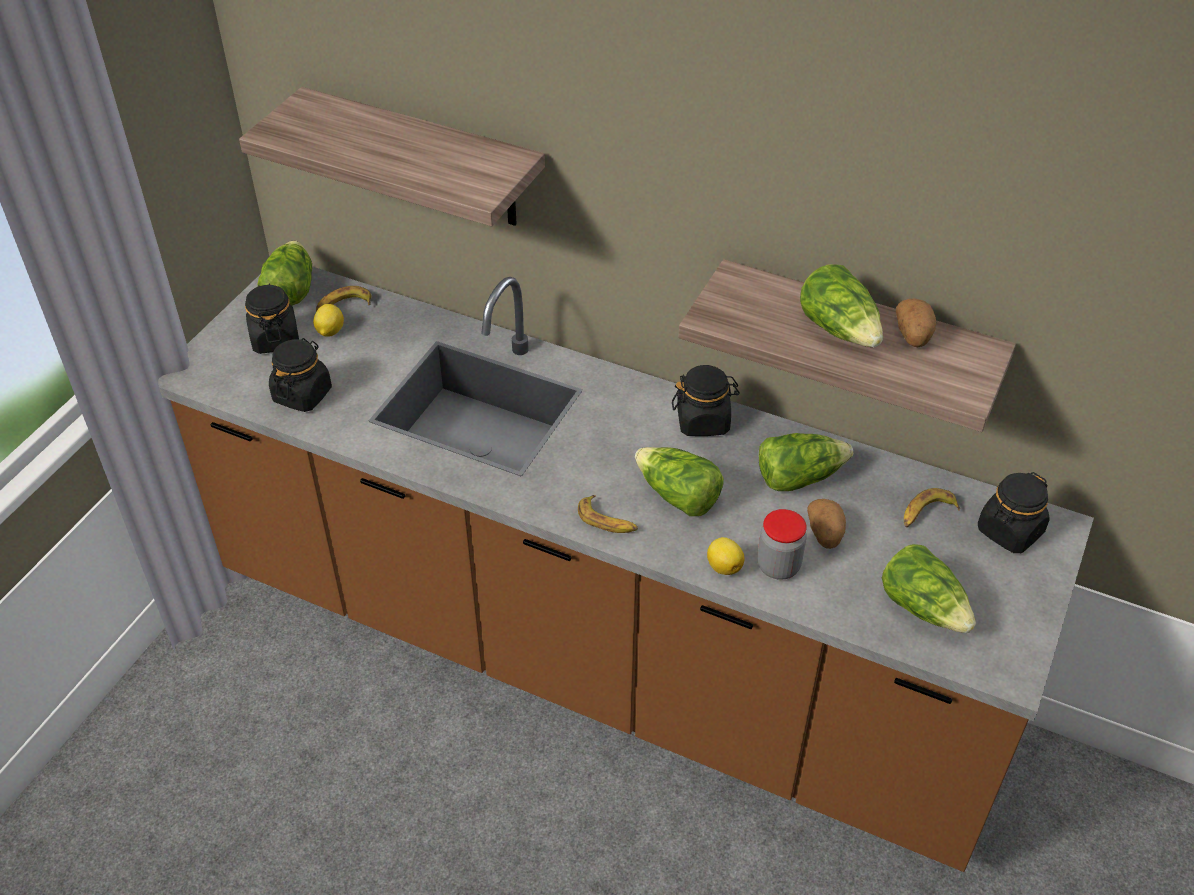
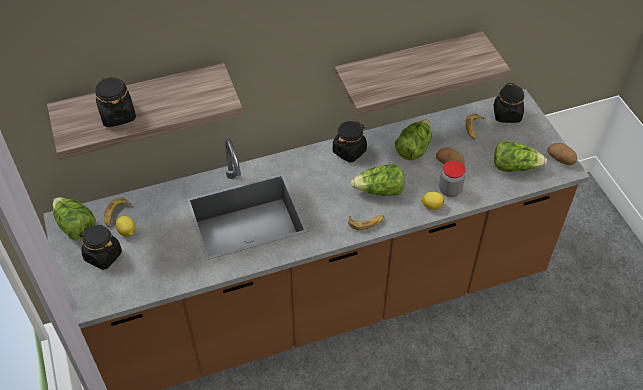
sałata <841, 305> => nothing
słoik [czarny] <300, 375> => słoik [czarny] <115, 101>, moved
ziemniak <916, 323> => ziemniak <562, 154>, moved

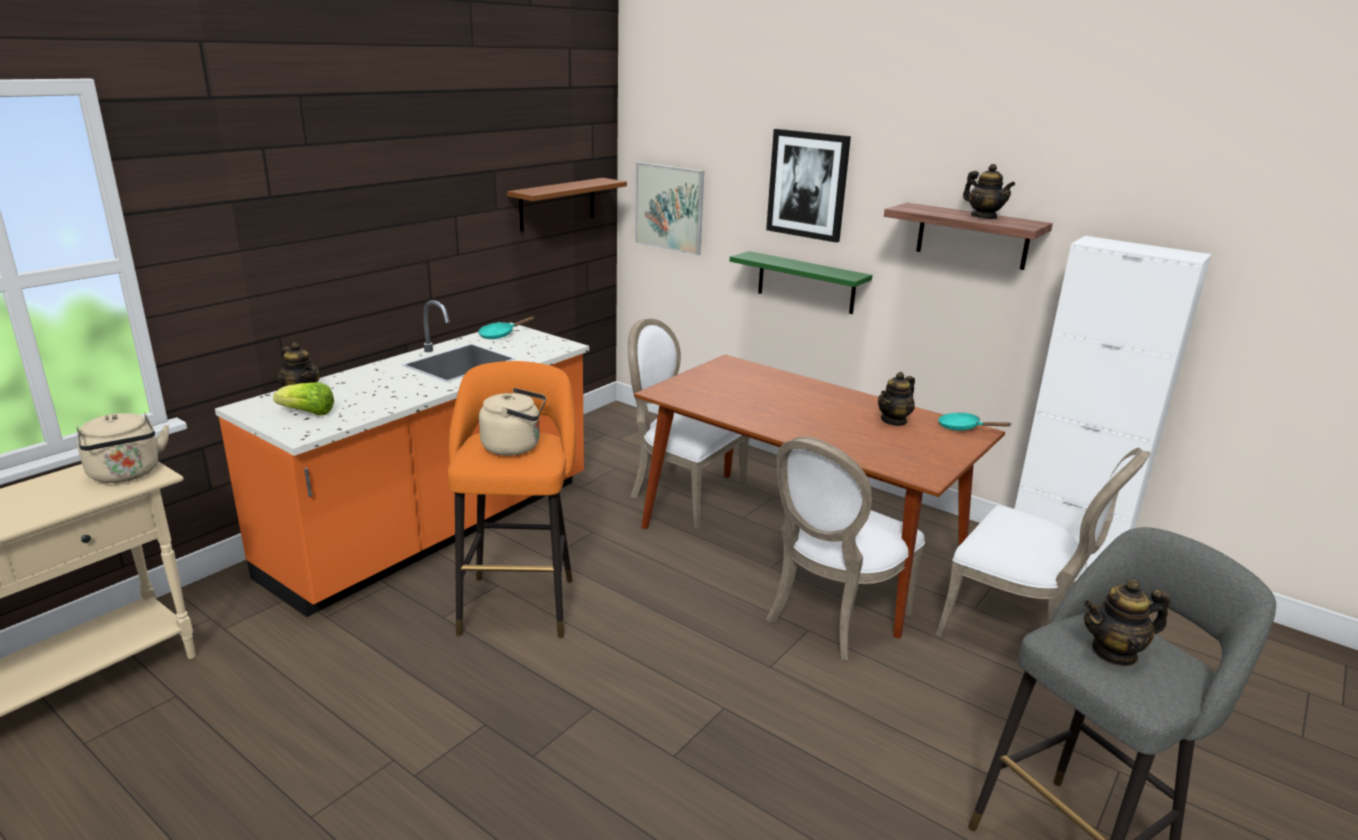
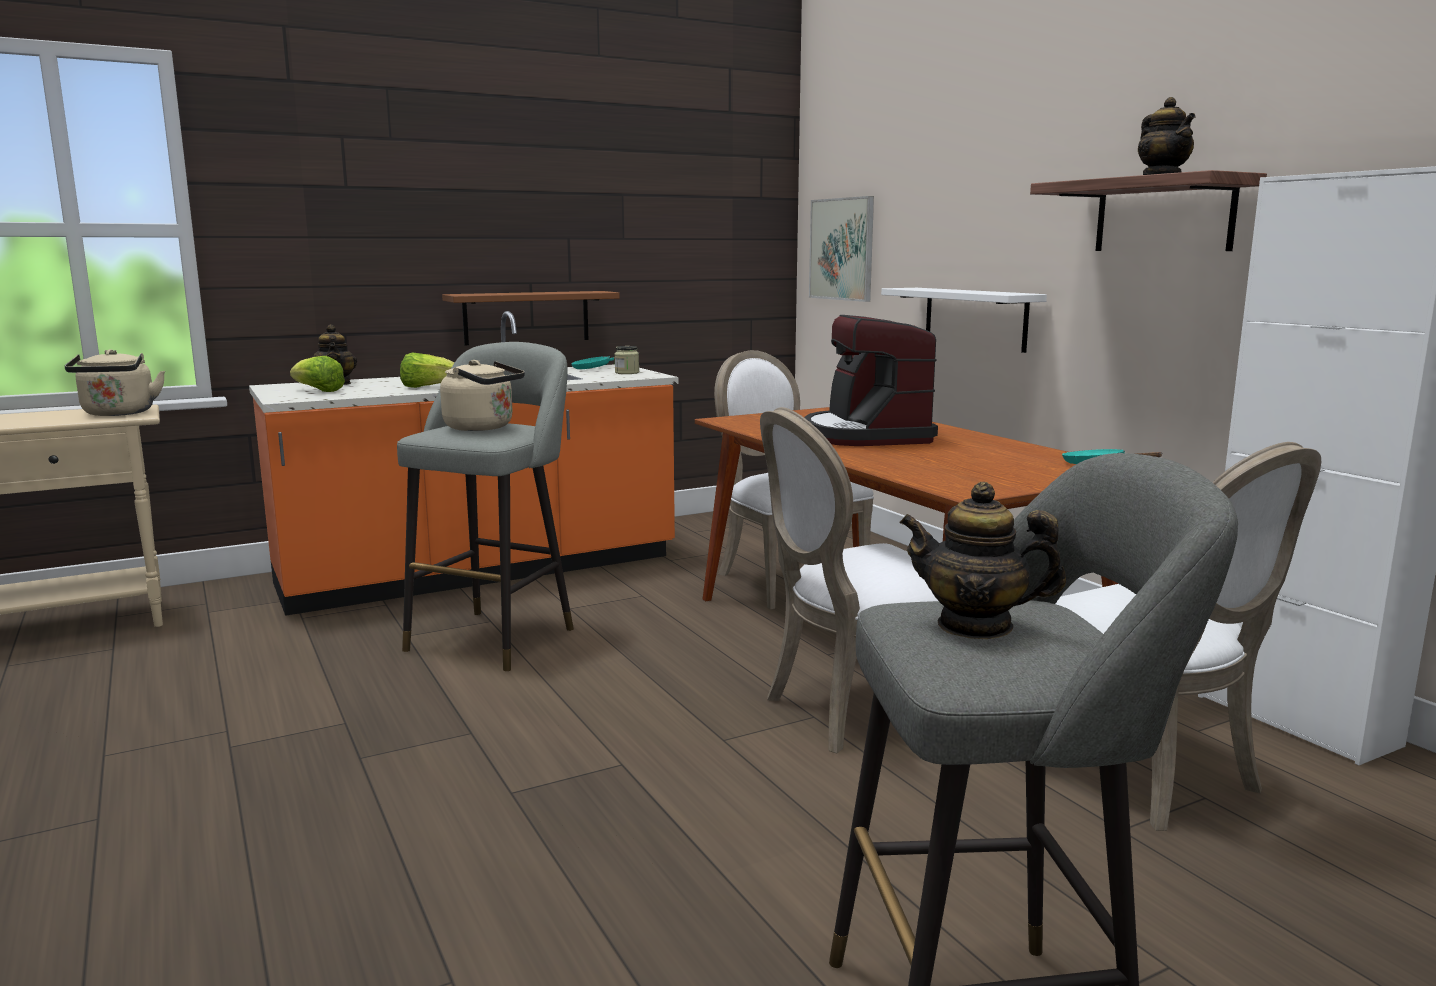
obraz <808, 186> => nothing
imbryk <896, 399> => nothing
nothing => sałata <427, 370>
nothing => słoik <626, 360>
nothing => ekspres do kawy <871, 380>
półka [brązowy] <567, 205> => półka [brązowy] <530, 318>, moved
stołek [pomarańczowy] <512, 499> => stołek [szary] <485, 506>
półka [zielony] <801, 282> => półka [biały] <964, 320>

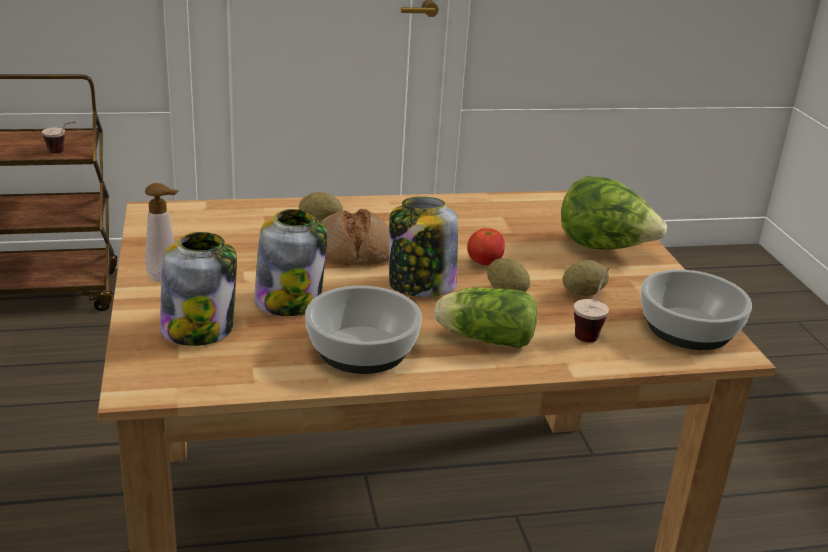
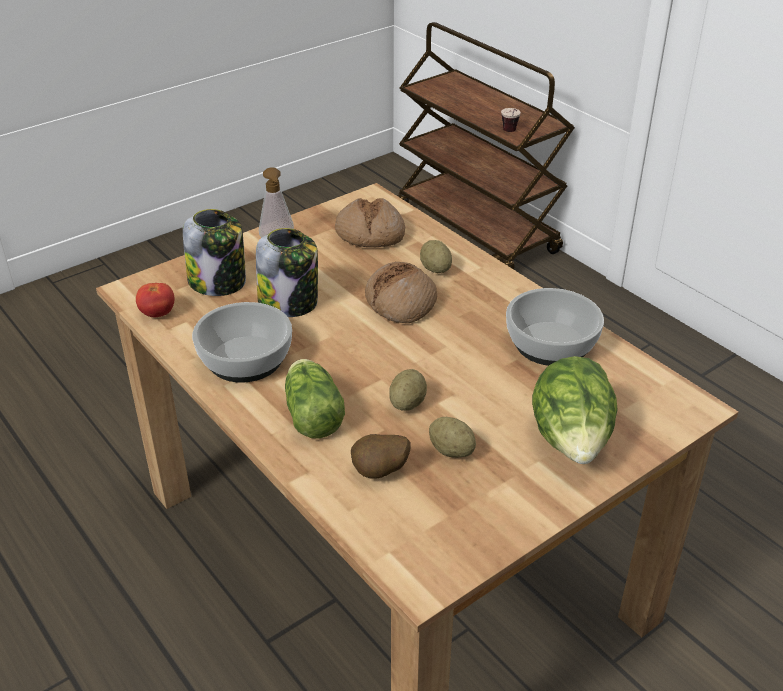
słoik <423, 247> => nothing
nothing => chleb <370, 222>
pomidor <486, 246> => pomidor <155, 300>, moved
miska <696, 310> => miska <555, 327>, moved
filiżanka <591, 305> => ziemniak <381, 456>

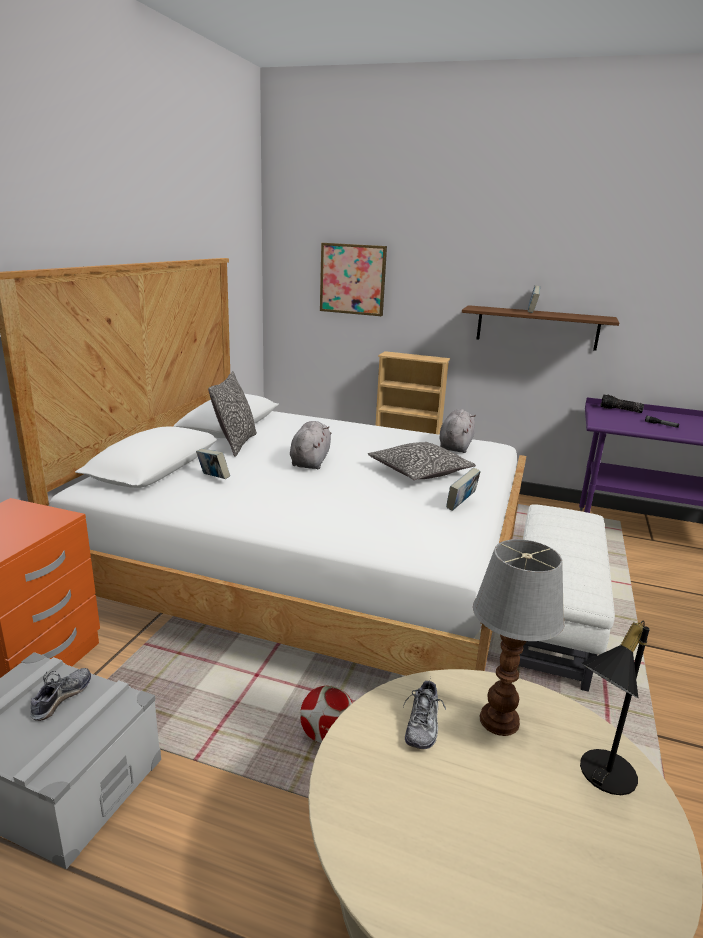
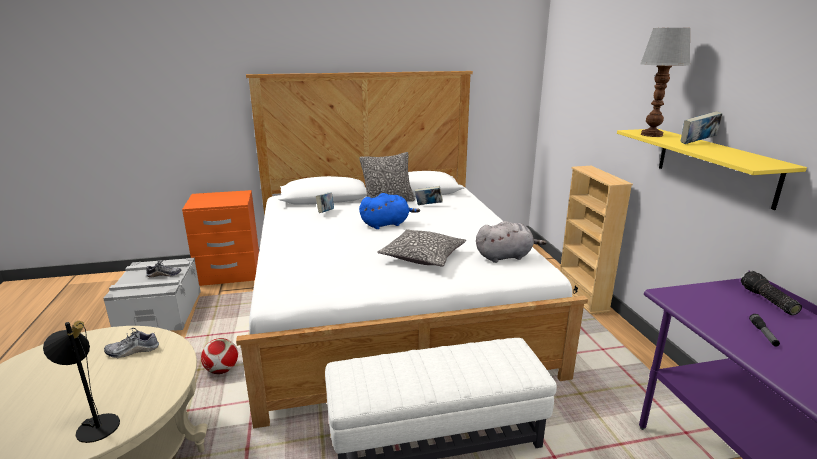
obraz <353, 279> => nothing
książka <463, 489> => książka <429, 195>, moved
lampa stołowa <519, 637> => lampa stołowa <665, 82>, moved
pluszak [szary] <310, 445> => pluszak [niebieski] <389, 211>
półka [brązowy] <540, 328> => półka [żółty] <712, 169>

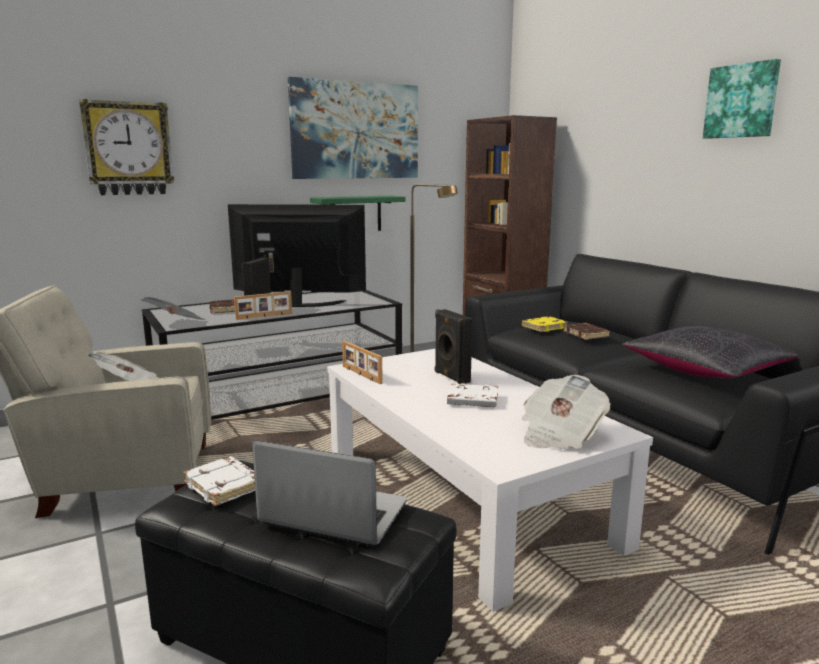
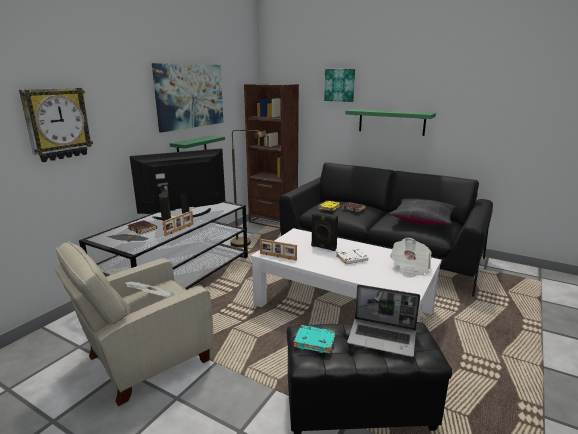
nothing => półka [zielony] <390, 122>
obraz <742, 99> => obraz <339, 85>, moved
książka [biały] <219, 481> => książka [turkusowy] <314, 339>
laptop <329, 493> => laptop <383, 320>, 150 degrees counterclockwise

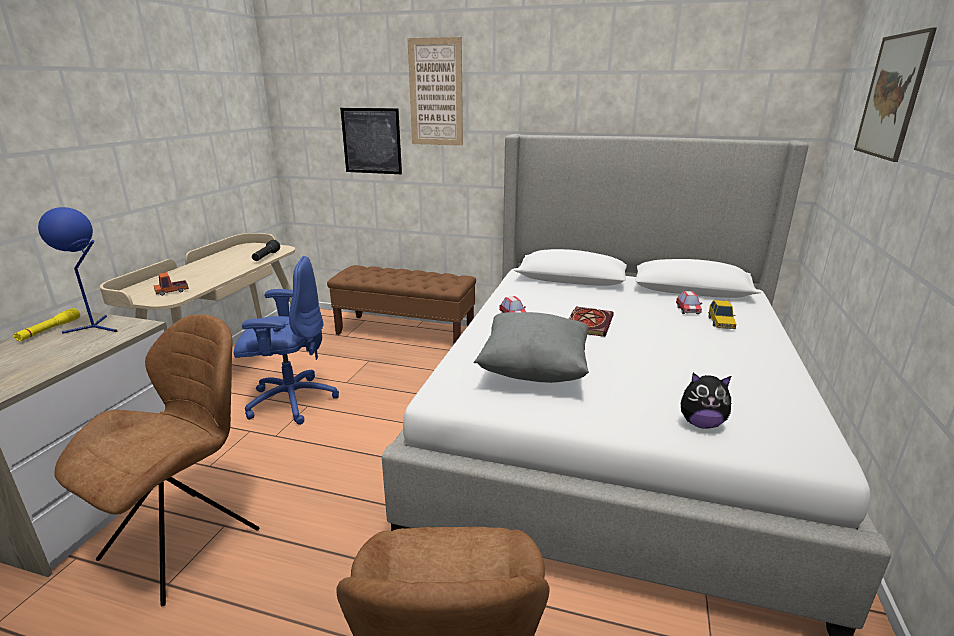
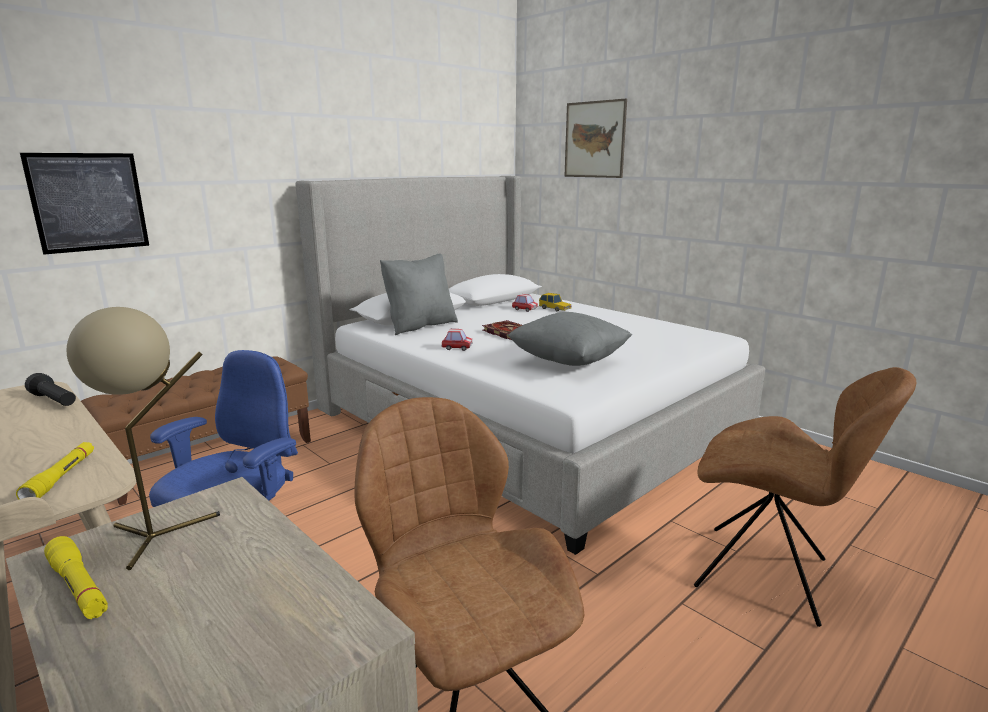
obraz <435, 91> => nothing
pluszak <706, 401> => nothing
nothing => poduszka [szary] <419, 294>
ciężarówka zabawkowa <171, 284> => latarka [żółty] <55, 470>
lampa stołowa [niebieski] <77, 270> => lampa stołowa [beżowy] <143, 438>

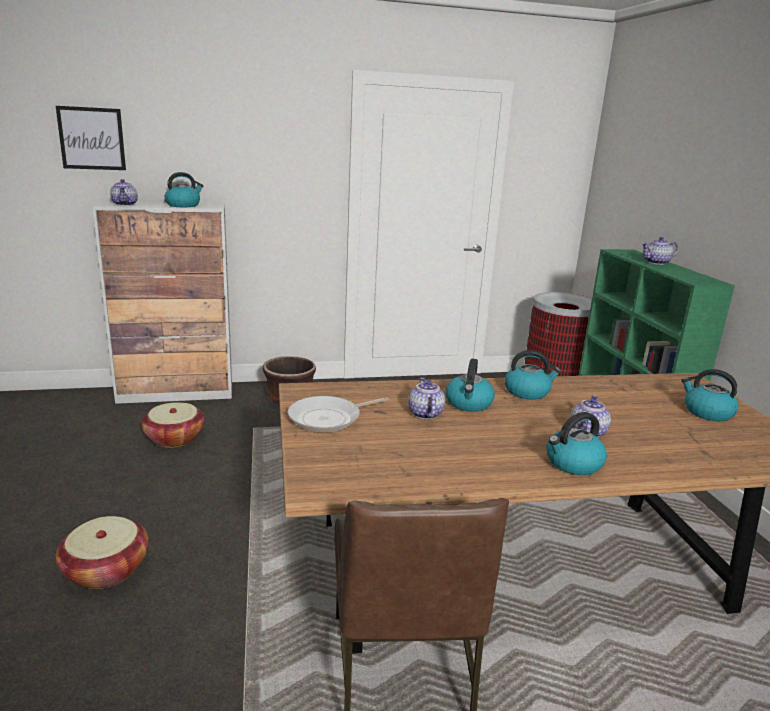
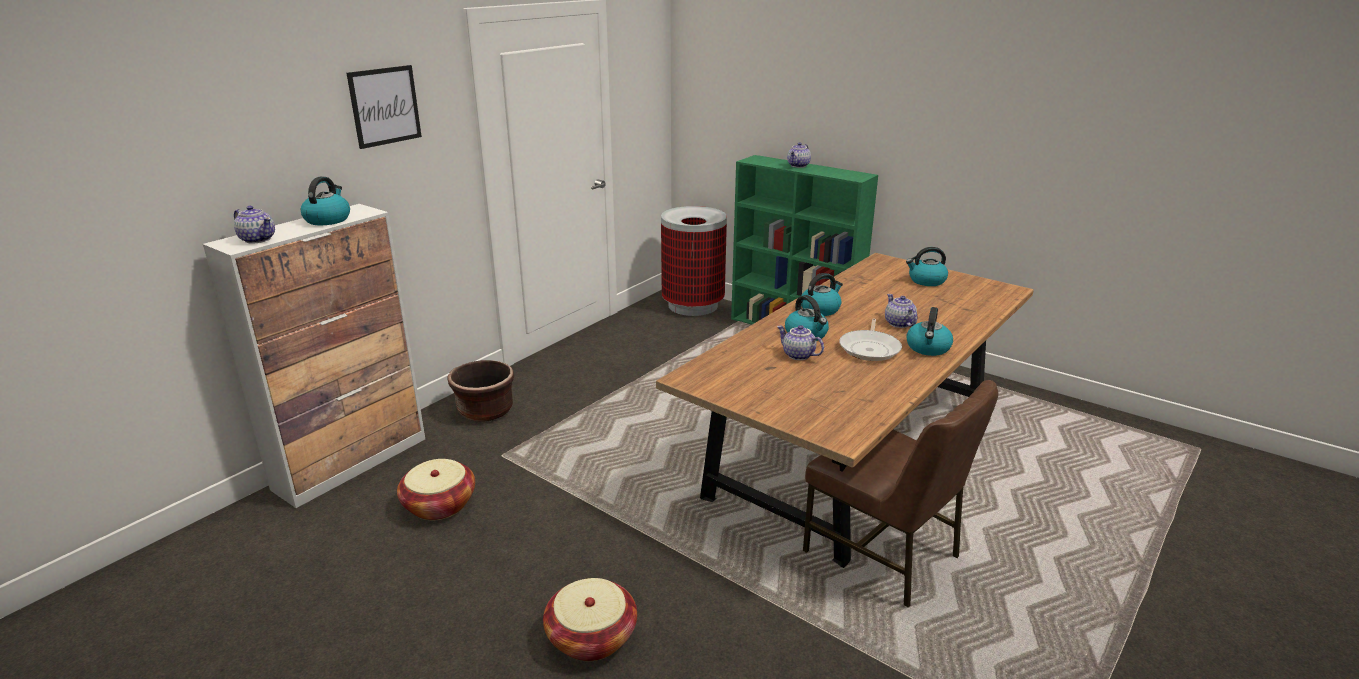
obraz <91, 138> => obraz <384, 107>, moved
patelnia <338, 414> => patelnia <870, 339>, moved

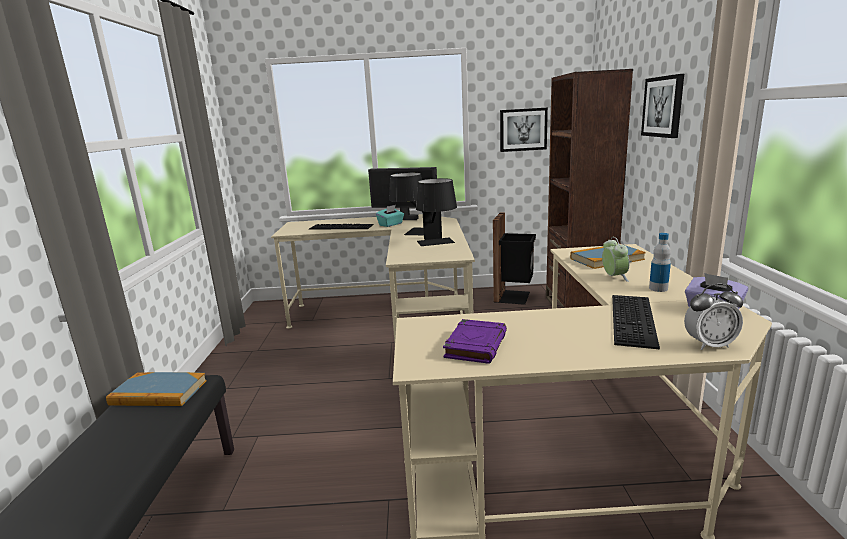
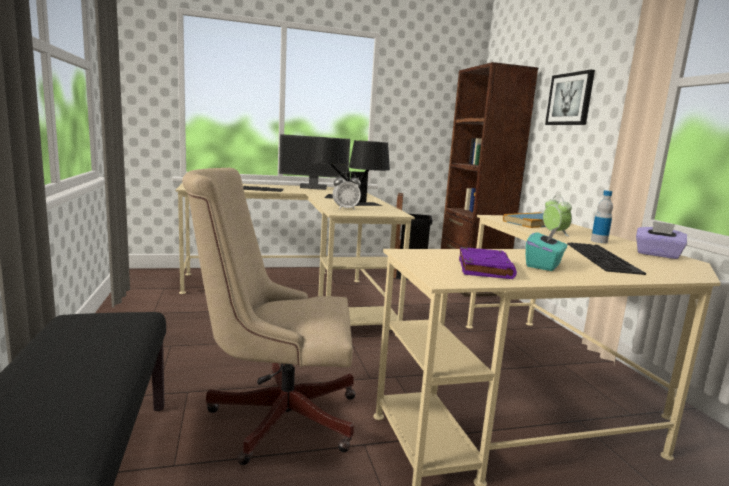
książka <156, 389> => nothing
obraz <524, 130> => nothing
nothing => krzesło biurowe [beżowy] <269, 316>
pudełko chusteczek [turkusowy] <390, 216> => pudełko chusteczek [turkusowy] <546, 249>, moved
budzik <713, 317> => budzik <347, 191>, moved

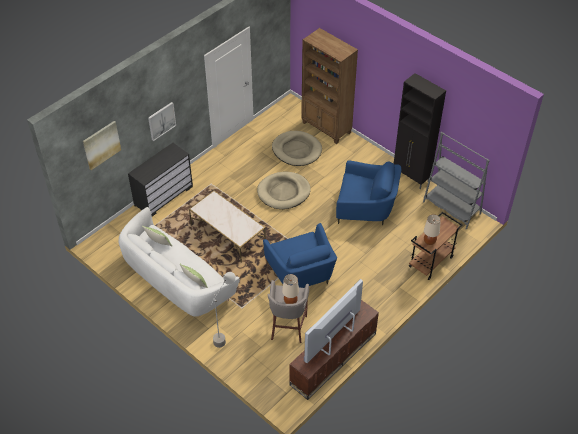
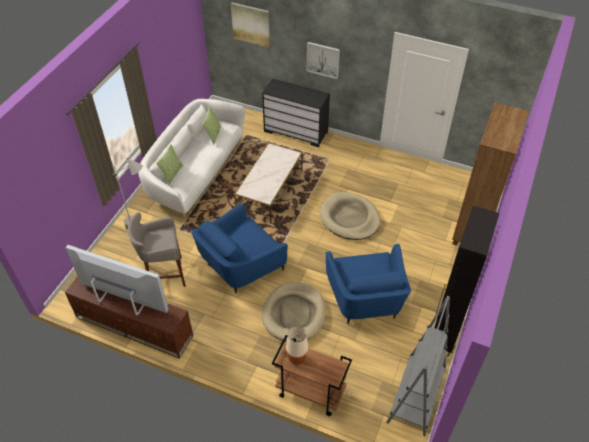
lampa stołowa [beżowy] <290, 289> => nothing
legowisko [beżowy] <297, 148> => legowisko [beżowy] <294, 312>, moved

